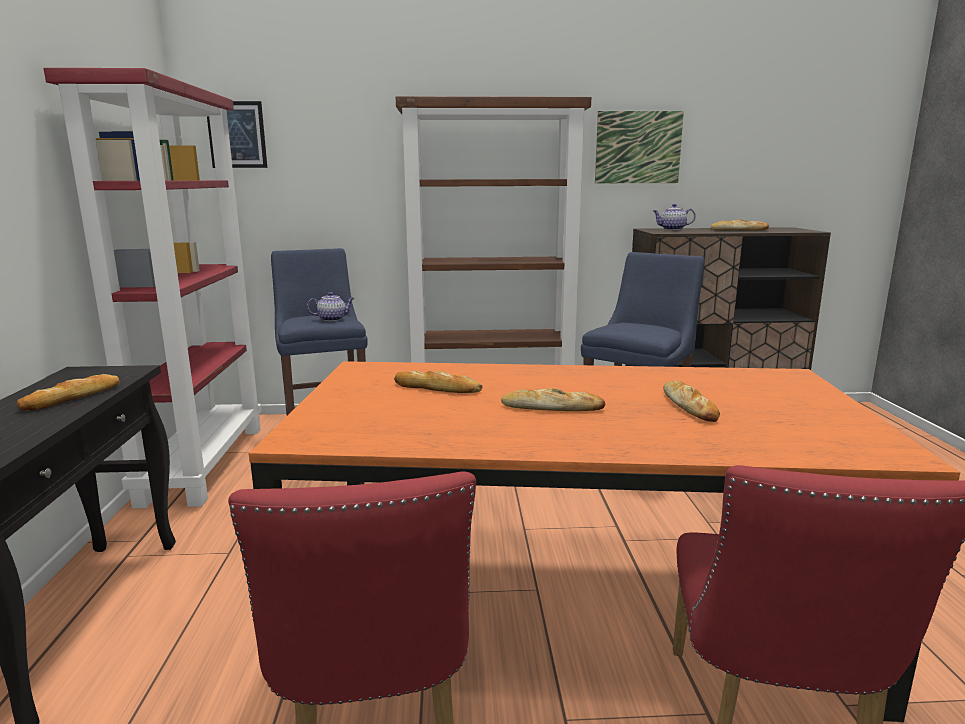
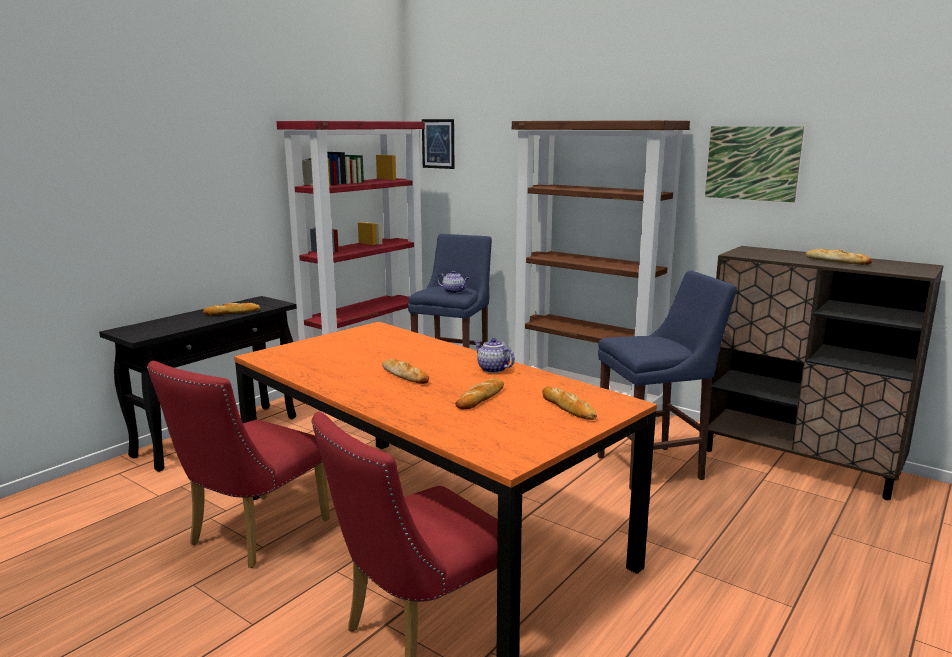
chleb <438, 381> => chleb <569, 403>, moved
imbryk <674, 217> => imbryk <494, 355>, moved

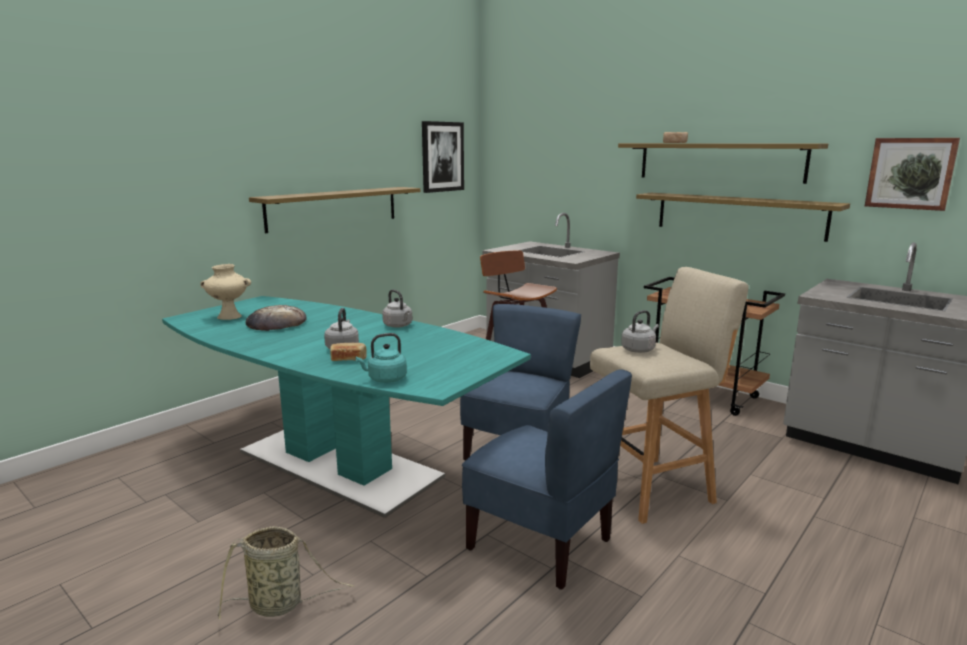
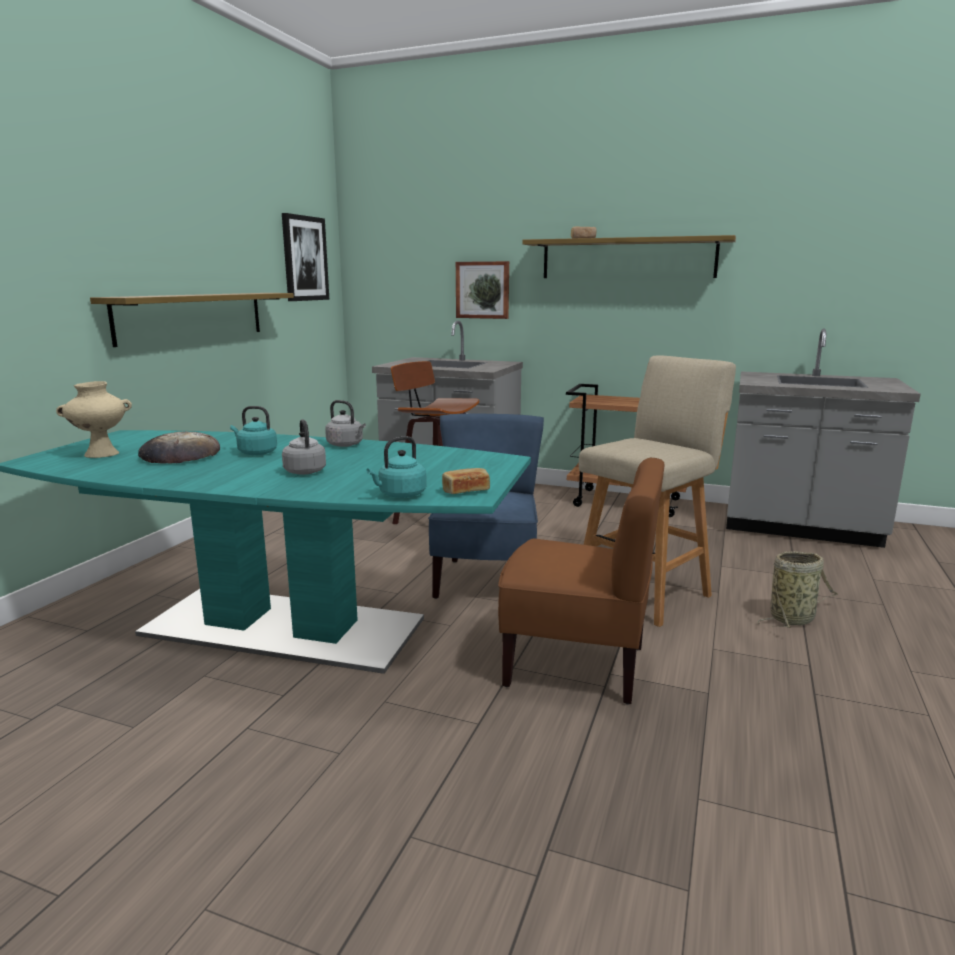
czajnik [szary] <640, 331> => nothing
półka <743, 217> => nothing
nothing => czajnik [turkusowy] <253, 430>
koszyk <286, 572> => koszyk <797, 589>, moved
chleb <348, 352> => chleb <466, 481>, moved
obraz <912, 174> => obraz <482, 290>, moved
krzesło [niebieski] <547, 479> => krzesło [brązowy] <581, 581>

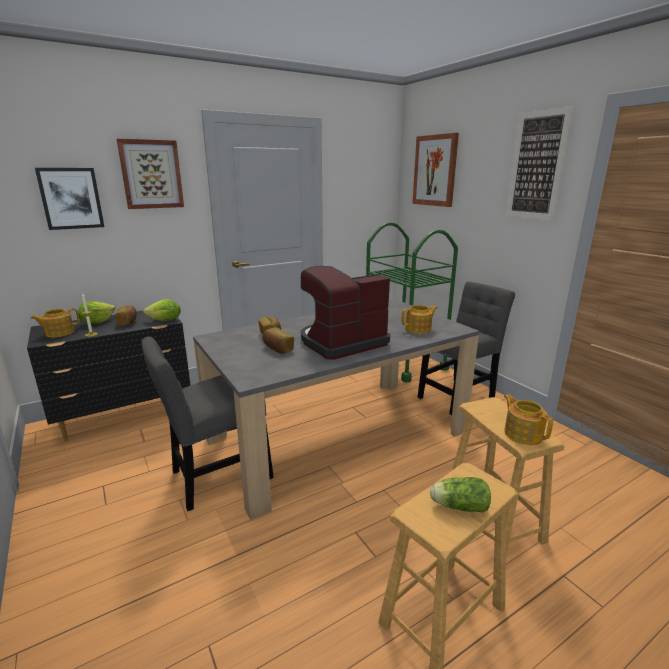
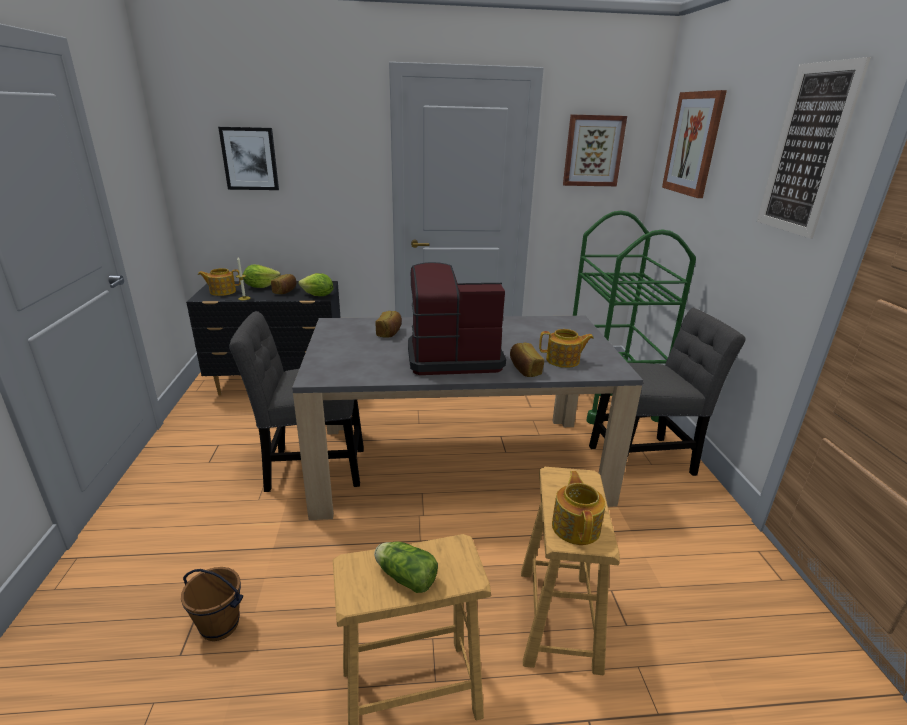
nothing => wiadro [brązowy] <212, 604>
obraz <150, 174> => obraz <595, 150>, moved
chleb <278, 341> => chleb <527, 360>, moved

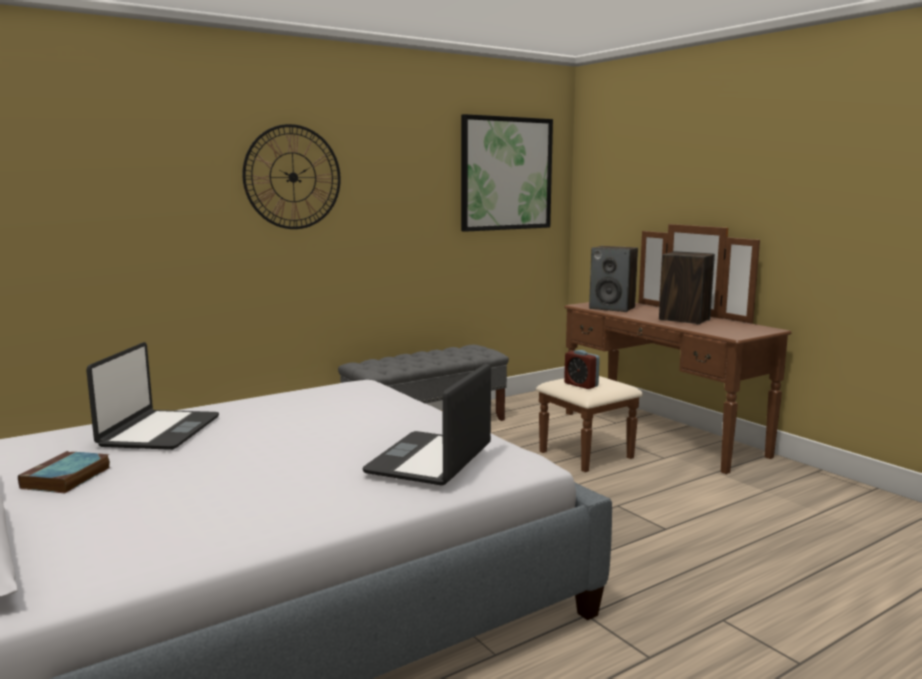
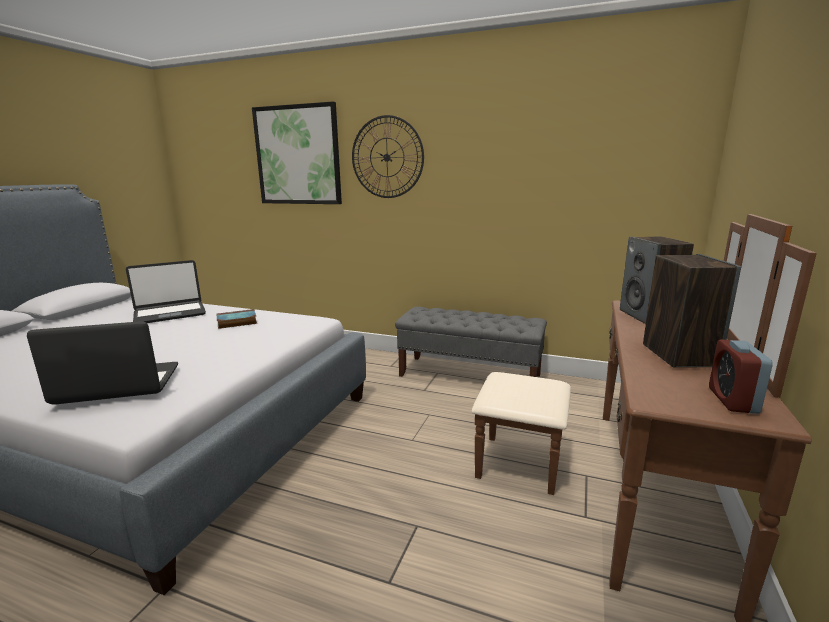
książka <64, 472> => książka <237, 319>, moved
obraz <507, 173> => obraz <297, 153>, moved
budzik <582, 369> => budzik <741, 376>, moved

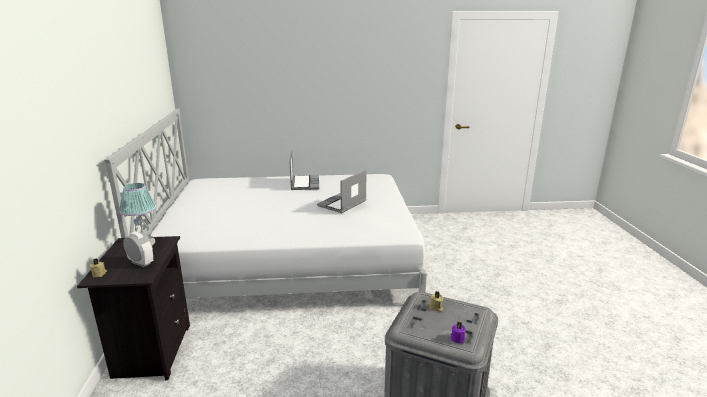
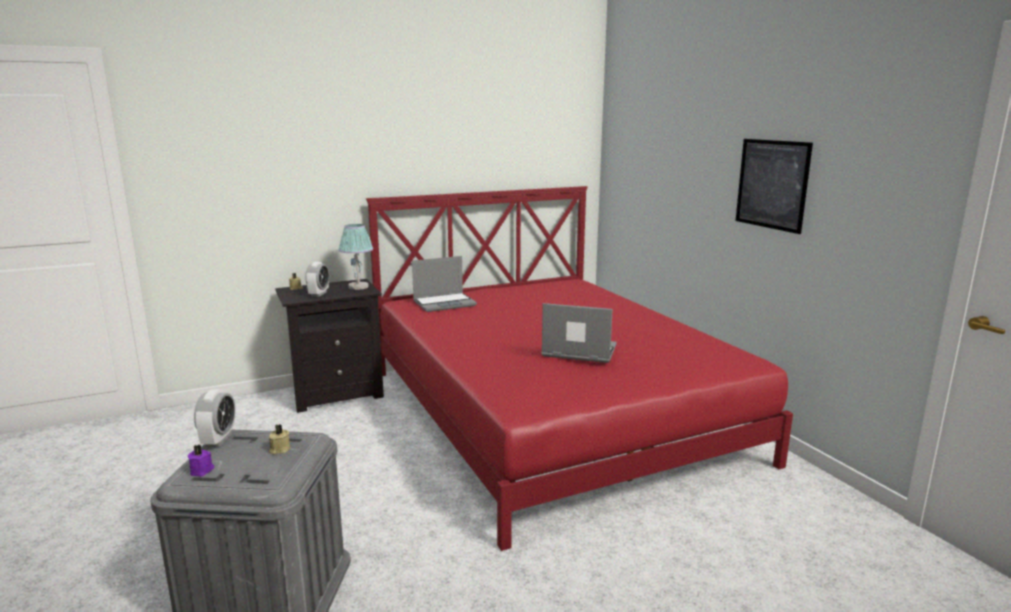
nothing => budzik <214, 418>
nothing => obraz <774, 186>
laptop <304, 170> => laptop <444, 284>, moved
łóżko [biały] <265, 203> => łóżko [czerwony] <579, 368>

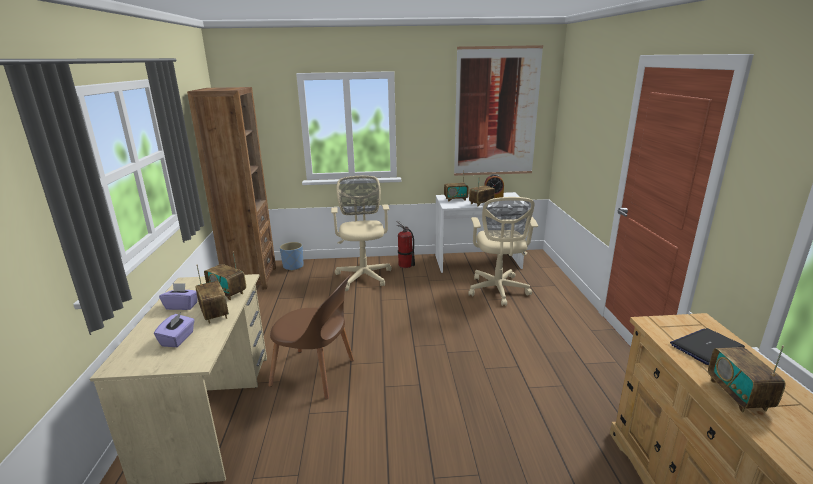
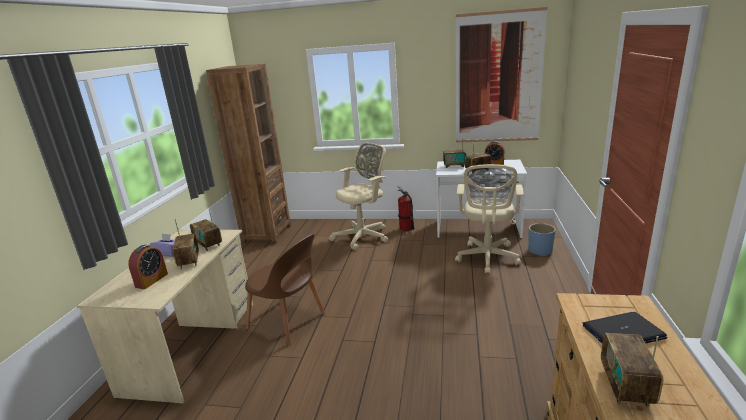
donica [niebieski] <292, 256> => donica [niebieski] <541, 239>, moved
pudełko chusteczek [fioletowy] <174, 330> => budzik <148, 267>
krzesło biurowe [beżowy] <361, 233> => krzesło biurowe [beżowy] <358, 196>, 45 degrees clockwise

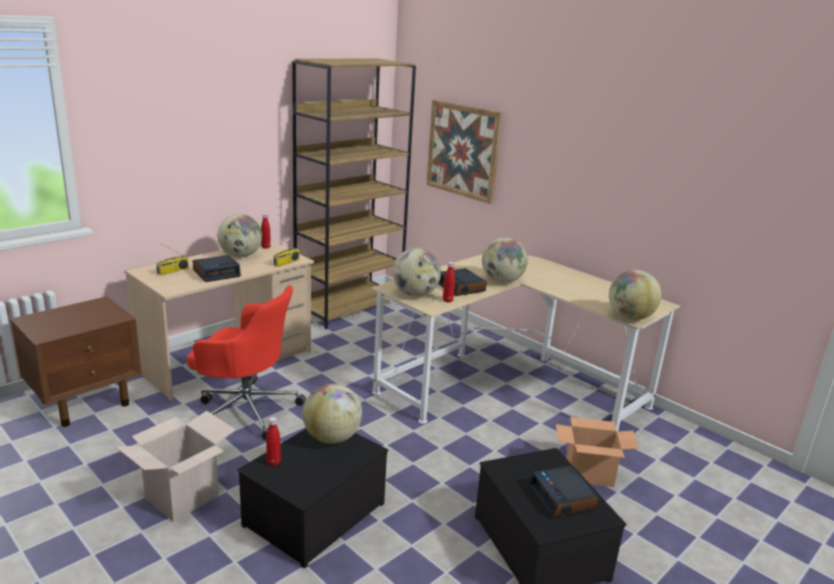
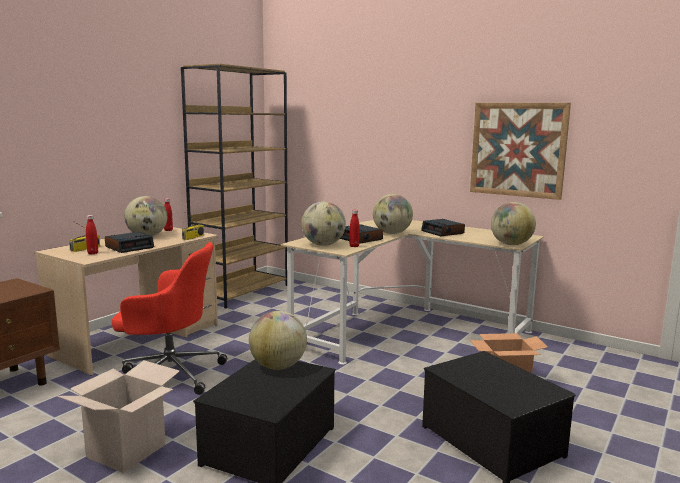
butelka [czerwony] <273, 441> => butelka [czerwony] <92, 234>, moved
obraz <464, 152> => obraz <520, 151>, moved
budzik <563, 492> => budzik <443, 227>, moved

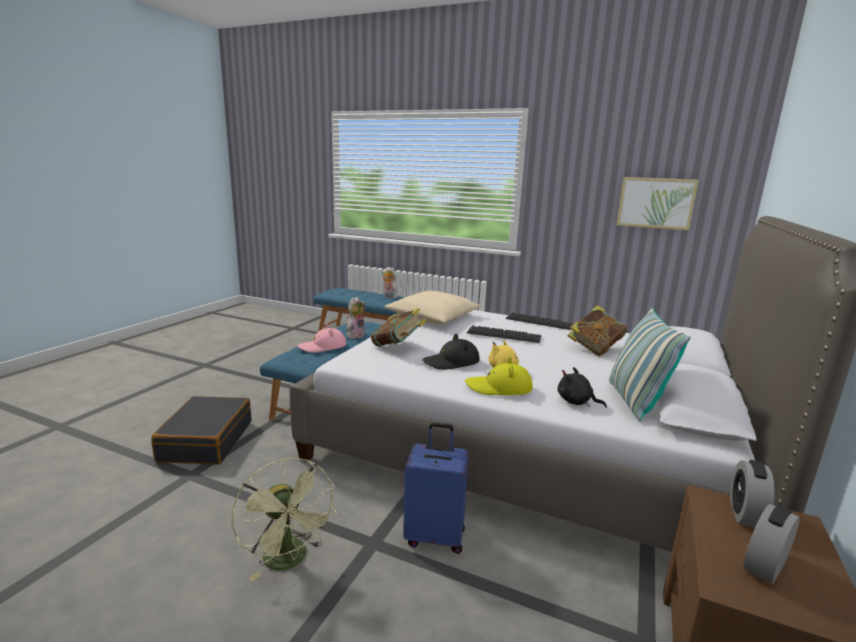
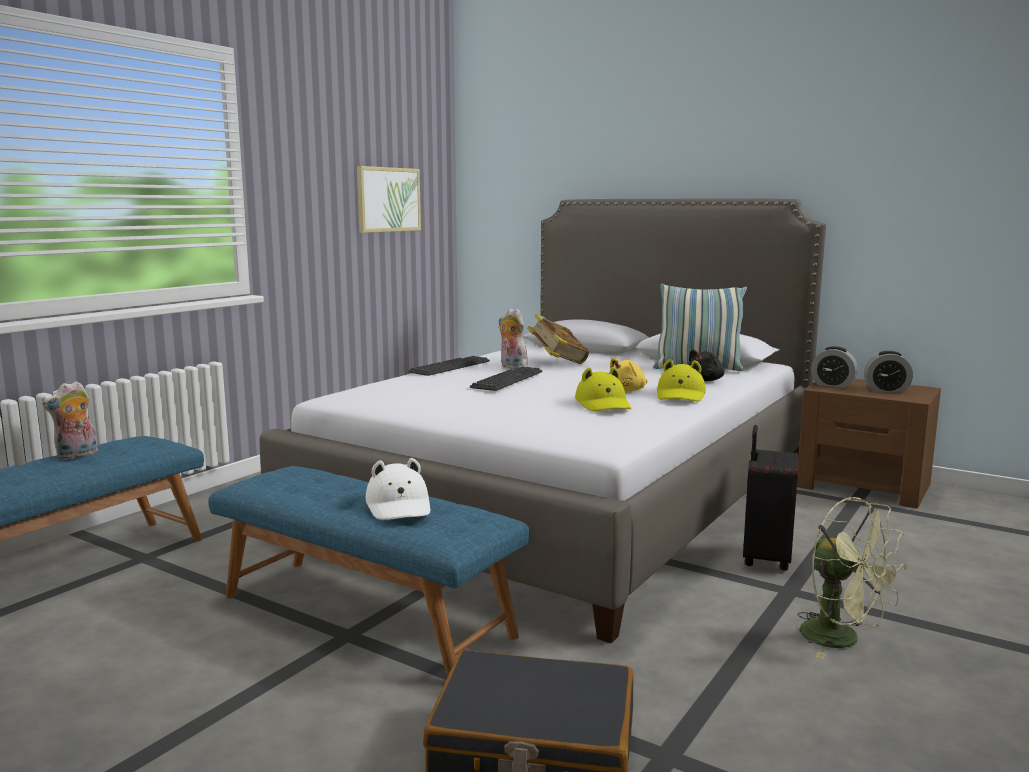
książka <398, 327> => nothing
poduszka [beżowy] <432, 307> => nothing
pluszak <355, 318> => pluszak <514, 338>, moved
kapelusz [różowy] <321, 338> => kapelusz [biały] <398, 489>
walizka [niebieski] <436, 488> => walizka [czarny] <770, 498>
kapelusz [czarny] <451, 352> => kapelusz [żółty] <603, 389>
wentylator [zielony] <284, 519> => wentylator [zielony] <852, 578>, 75 degrees clockwise
budzik <771, 544> => budzik <888, 372>, 45 degrees counterclockwise

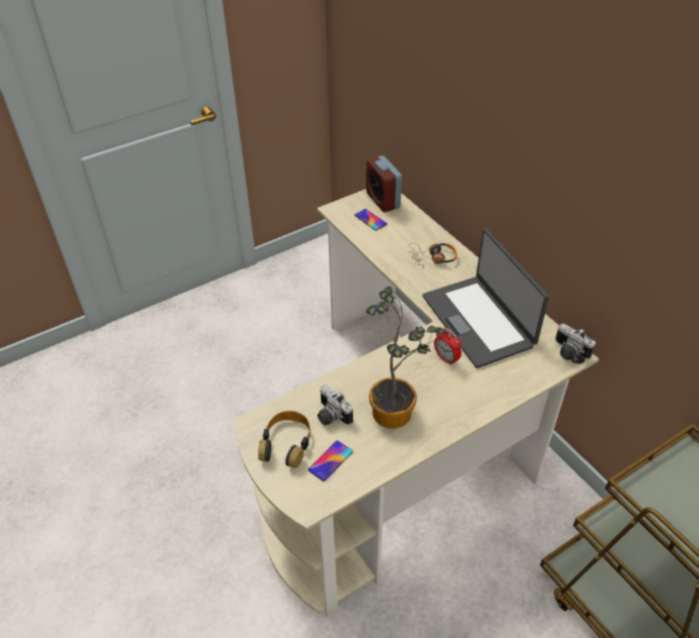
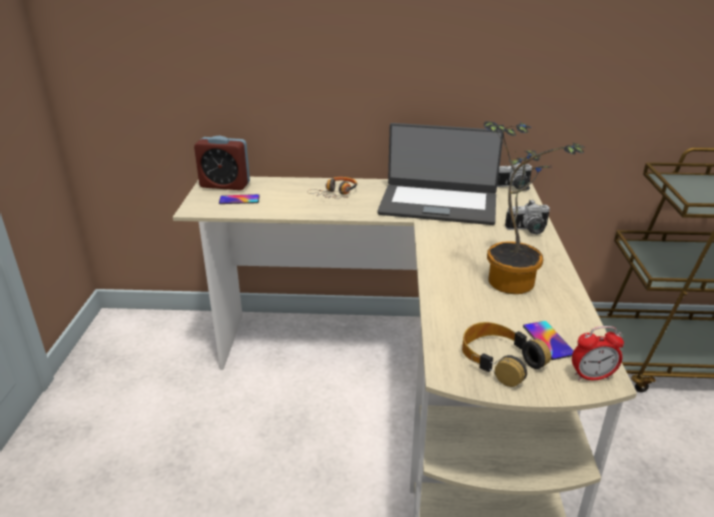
aparat fotograficzny <335, 405> => aparat fotograficzny <527, 217>, moved
budzik <447, 347> => budzik <598, 353>, moved

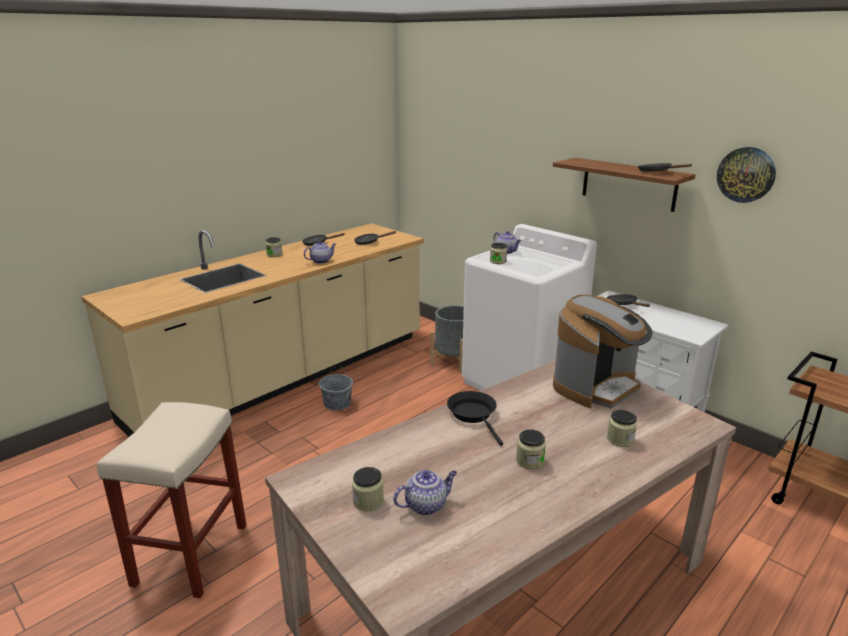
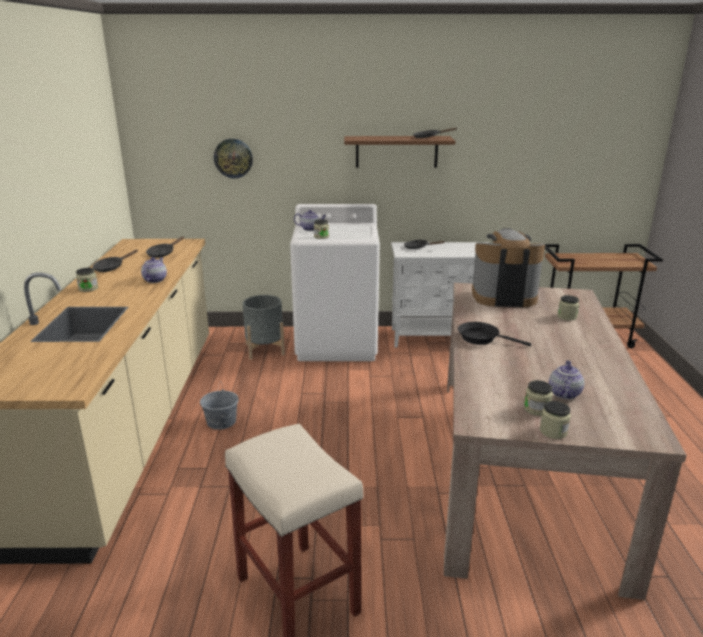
słoik <531, 449> => słoik <555, 420>, moved
zegar ścienny <746, 175> => zegar ścienny <233, 158>, moved
ekspres do kawy <603, 352> => ekspres do kawy <508, 267>, 90 degrees counterclockwise

